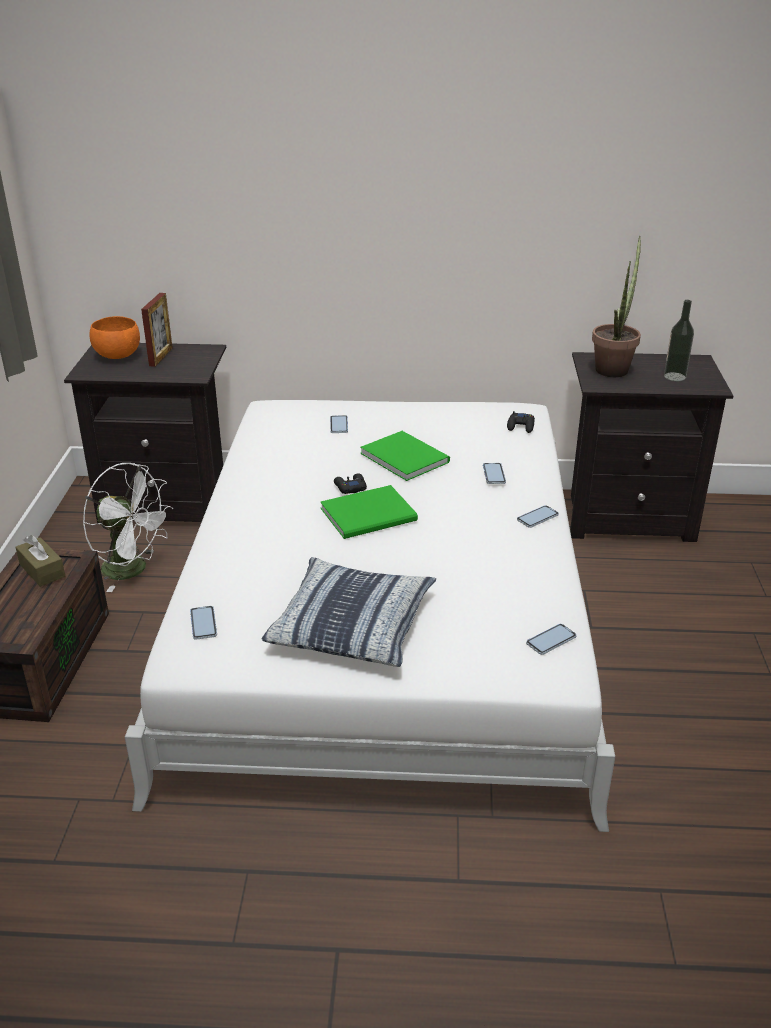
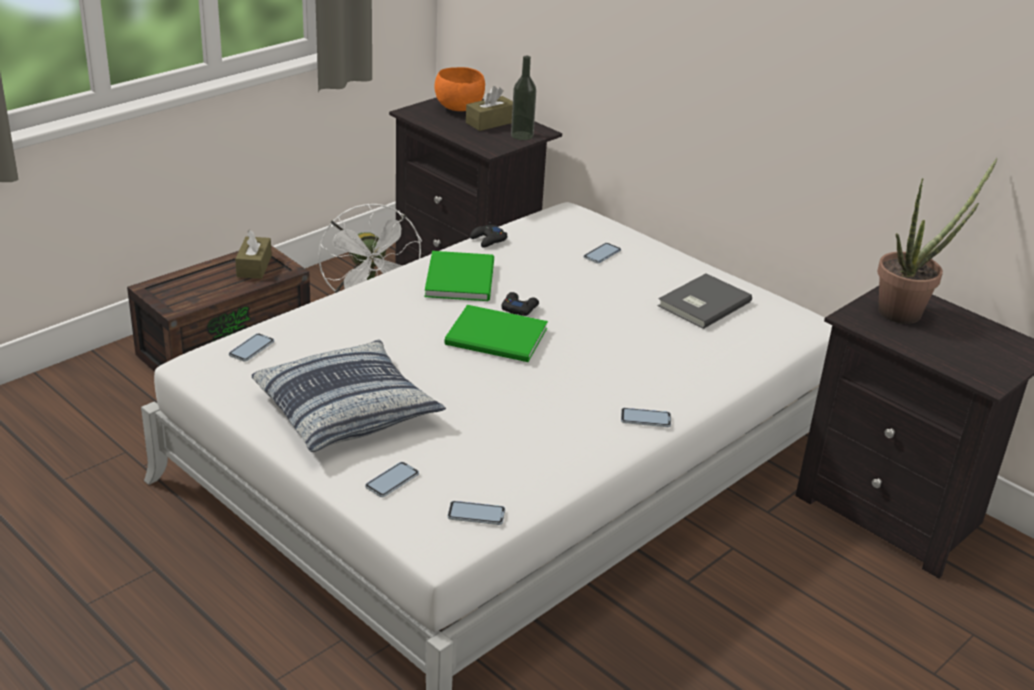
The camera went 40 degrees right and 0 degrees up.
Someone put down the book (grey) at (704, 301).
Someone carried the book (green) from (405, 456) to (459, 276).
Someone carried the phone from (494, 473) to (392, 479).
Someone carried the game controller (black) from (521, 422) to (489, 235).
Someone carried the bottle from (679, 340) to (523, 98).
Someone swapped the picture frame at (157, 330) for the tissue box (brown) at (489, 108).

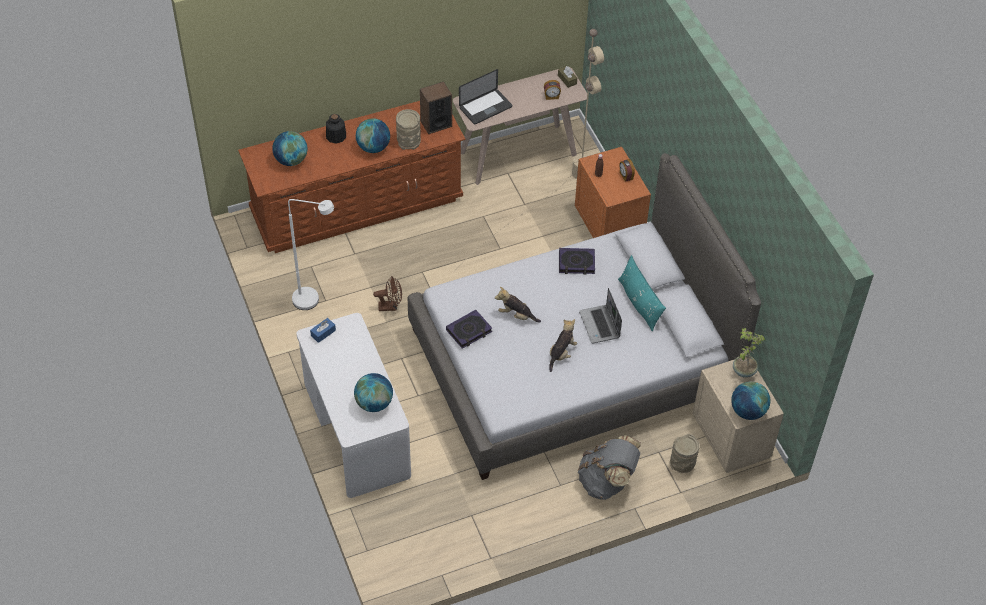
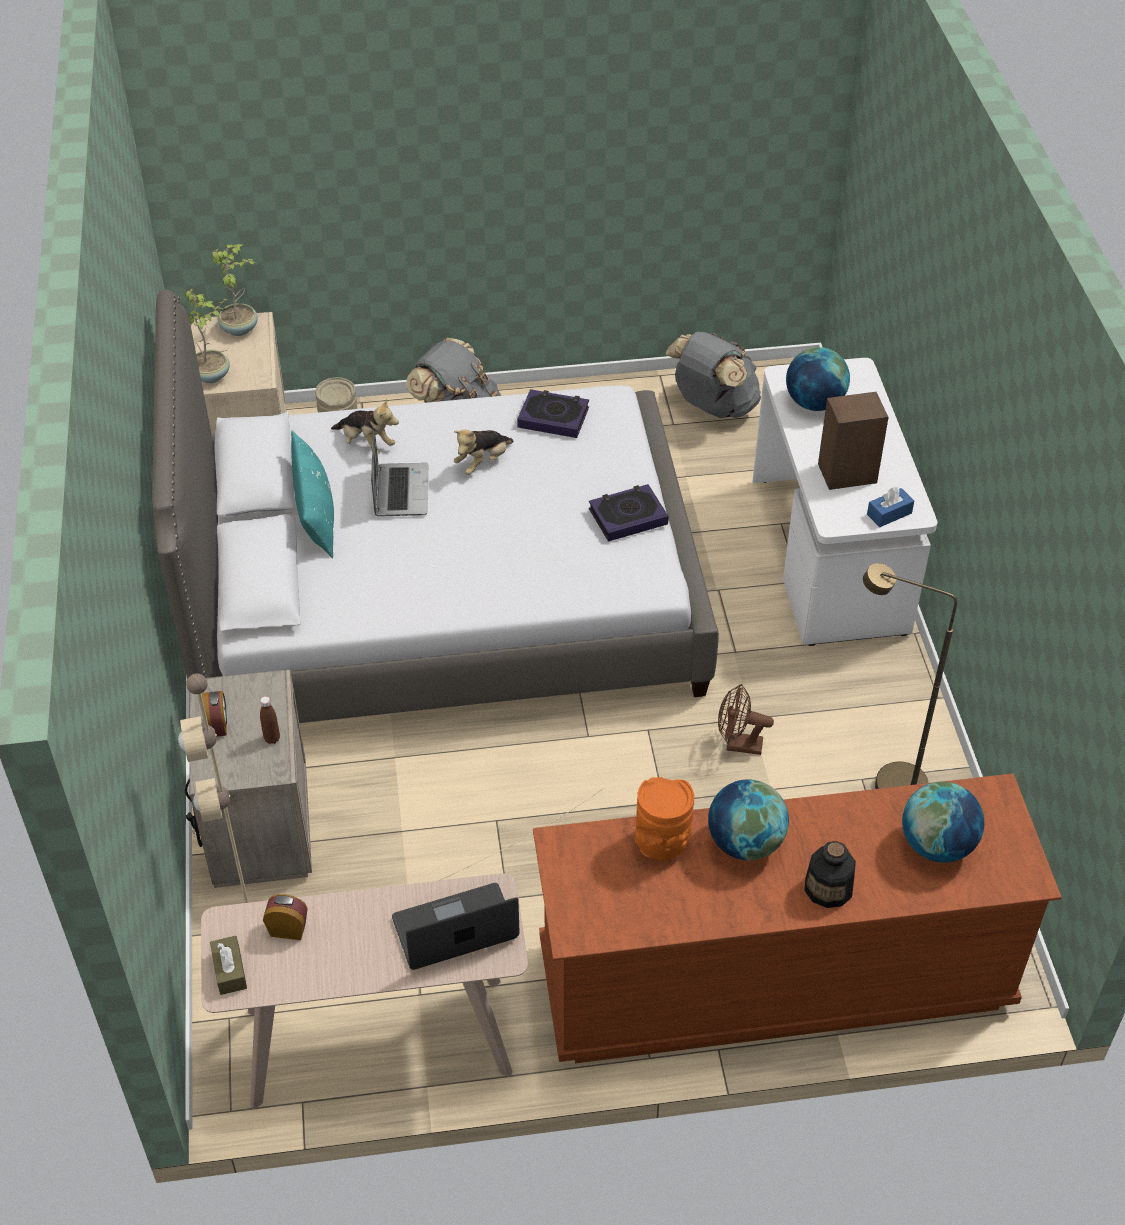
The camera went 165 degrees left and 5 degrees down.
Someone put down the backpack (grey) at (713, 375).
Someone carried the speaker from (436, 107) to (853, 441).
Someone carried the plush toy from (518, 305) to (365, 426).
Someone carried the book from (577, 261) to (553, 413).
Someone swapped the globe at (750, 400) for the potted plant at (234, 290).
Someone repainted the floor lamp (white) at (311, 254), which became the floor lamp (brown) at (910, 676).
Someone repainted the vase (beige) at (408, 129), which became the vase (orange) at (664, 819).
Someone repainted the nightstand (orange) at (613, 192), which became the nightstand (beige) at (248, 778).

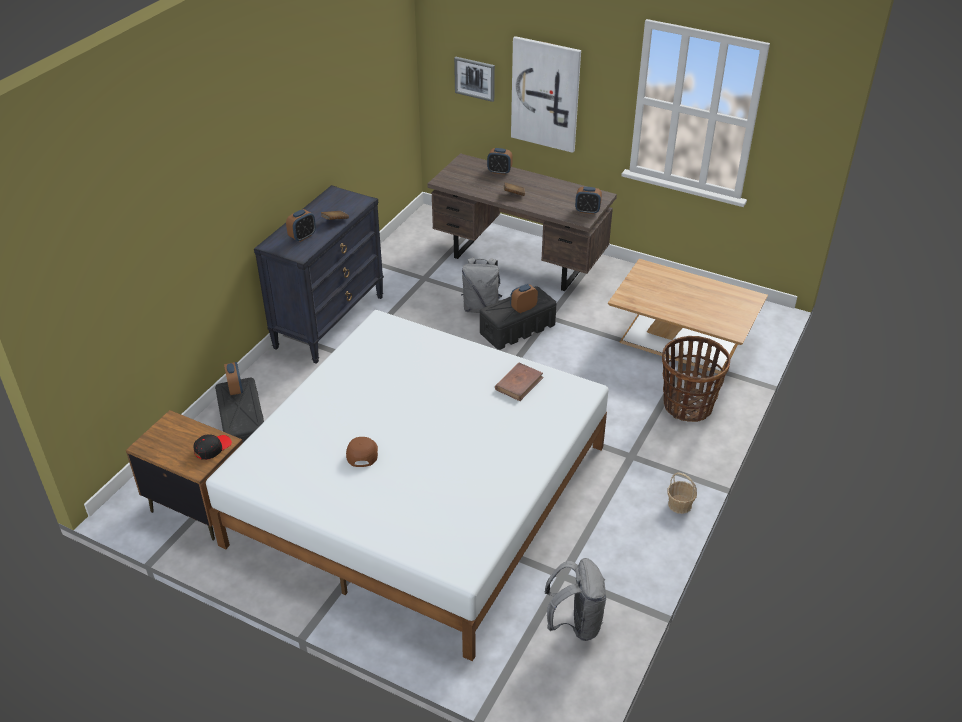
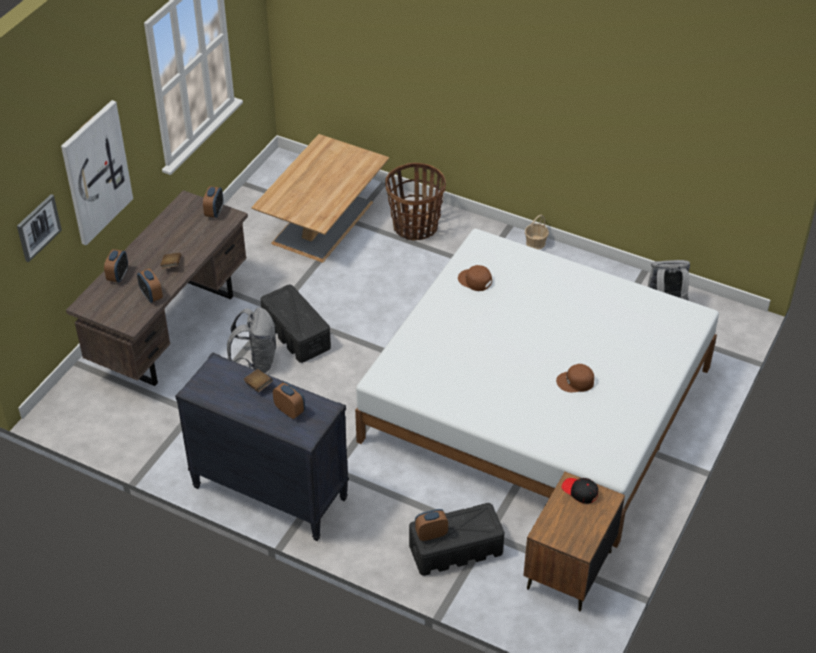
The camera went 90 degrees left and 5 degrees up.
Someone carried the alarm clock from (524, 298) to (150, 286).
Someone swapped the book (brown) at (519, 382) for the cap (brown) at (475, 278).

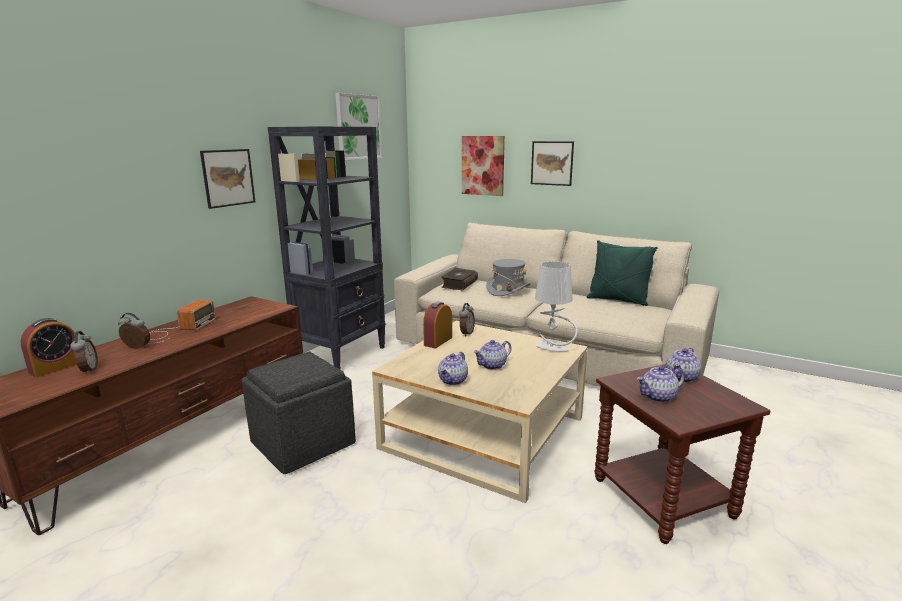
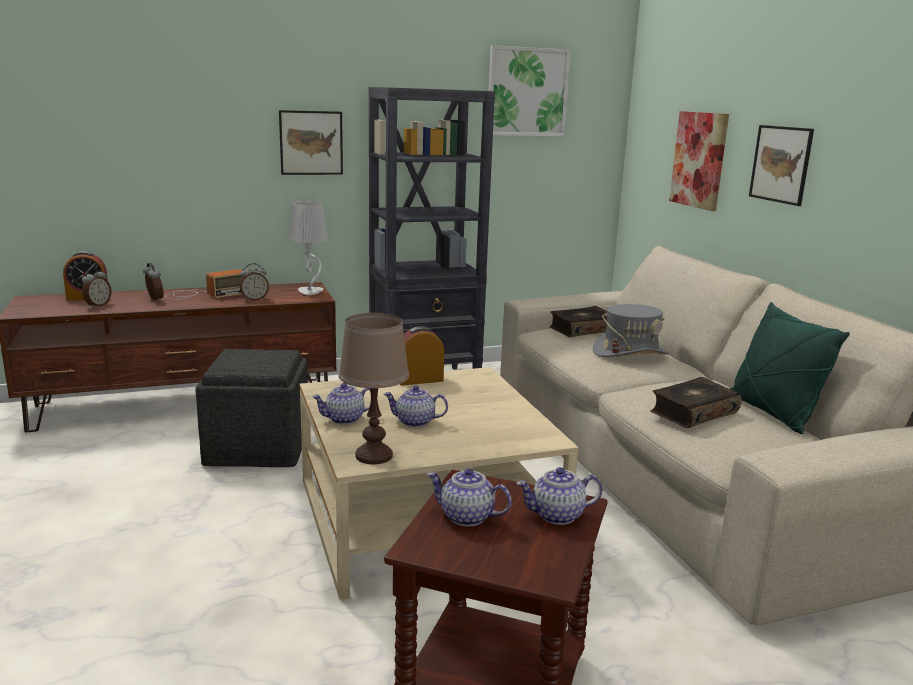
The camera went 40 degrees right and 0 degrees up.
Someone put down the table lamp (brown) at (374, 388).
Someone put down the book at (696, 402).
Someone carried the alarm clock from (467, 319) to (254, 282).
Someone carried the table lamp (grey) from (556, 306) to (308, 248).

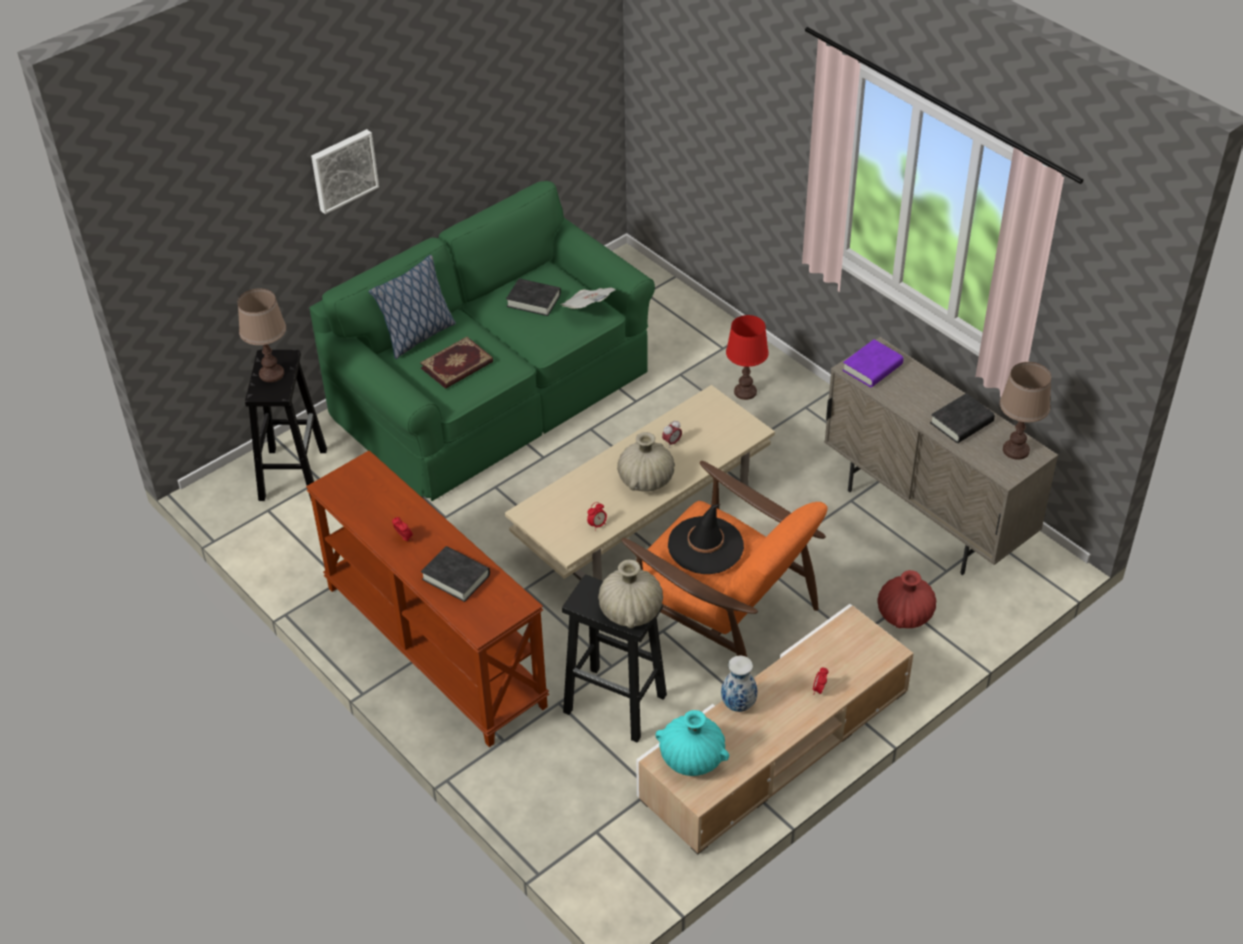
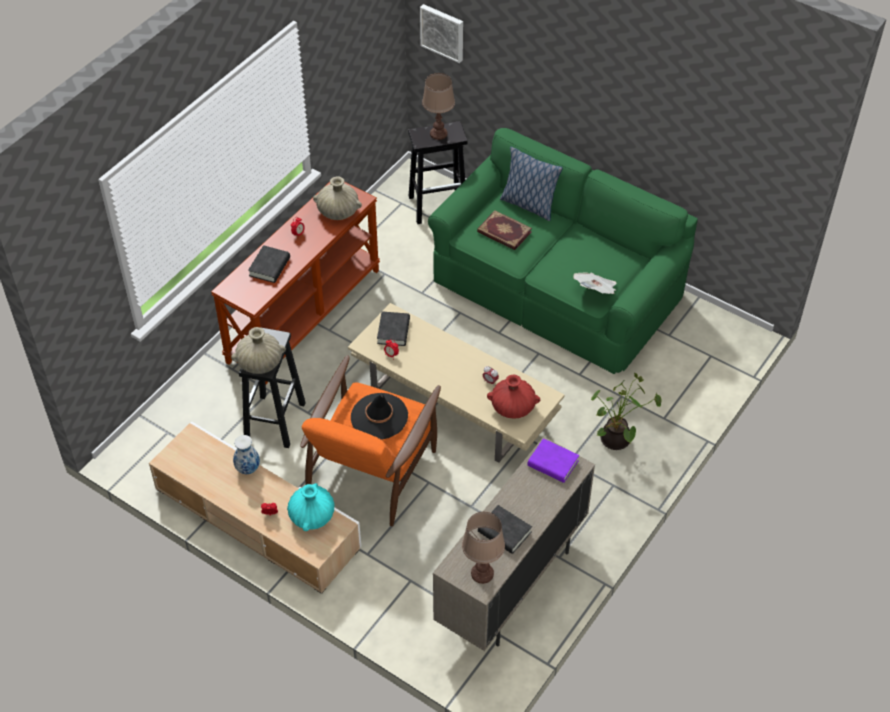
The camera went 75 degrees right and 5 degrees up.
Someone carried the picture from (345, 171) to (441, 33).
Someone carried the book (black) from (533, 297) to (393, 328).
Someone carried the vase (beige) from (646, 462) to (337, 198).
Someone carried the vase (turquoise) from (692, 743) to (311, 507).
Someone carried the vase (red) from (906, 599) to (513, 396).
Someone swapped the table lamp (red) at (747, 357) for the potted plant at (626, 411).

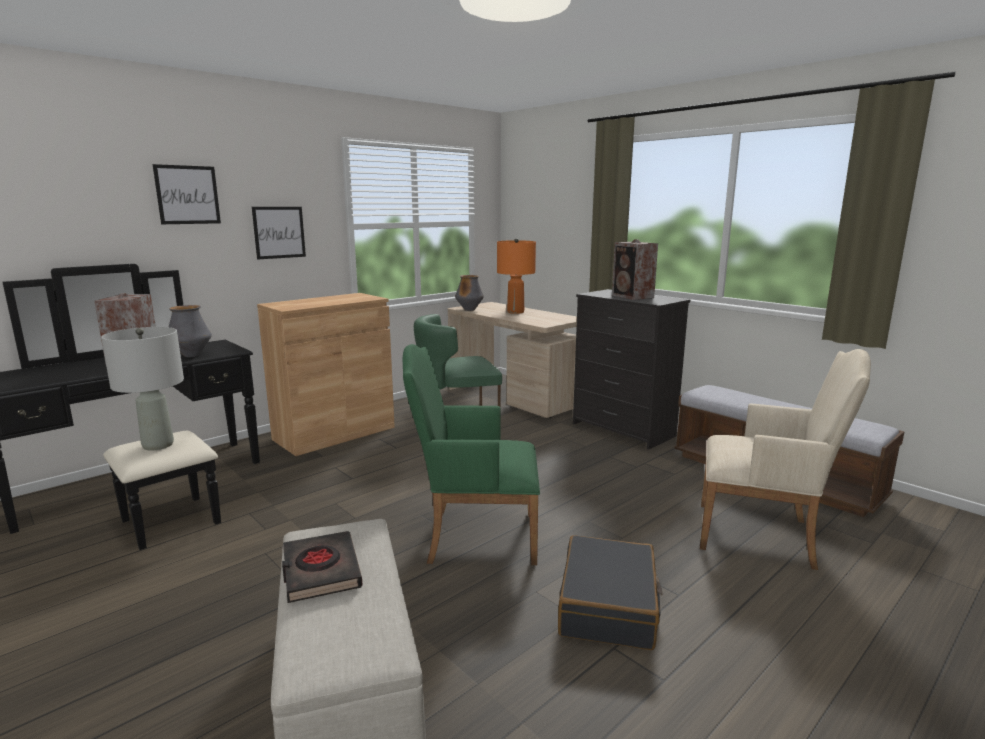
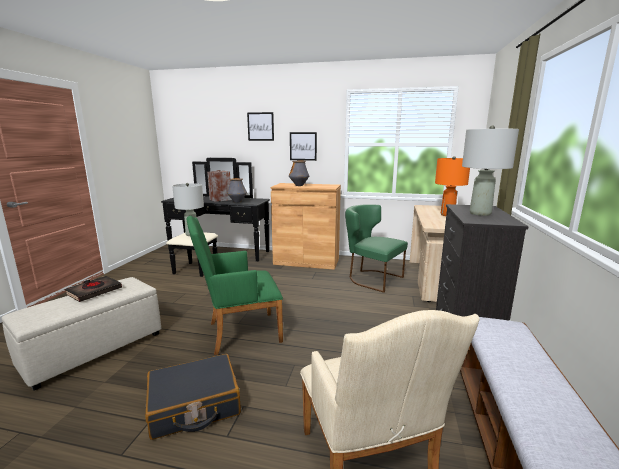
The camera went 55 degrees right and 0 degrees up.
Someone carried the vase from (469, 293) to (299, 173).
Someone swapped the speaker at (635, 269) for the table lamp (grey) at (490, 170).
Someone rotated the armchair (green) at (471, 454) by 75 degrees counterclockwise.

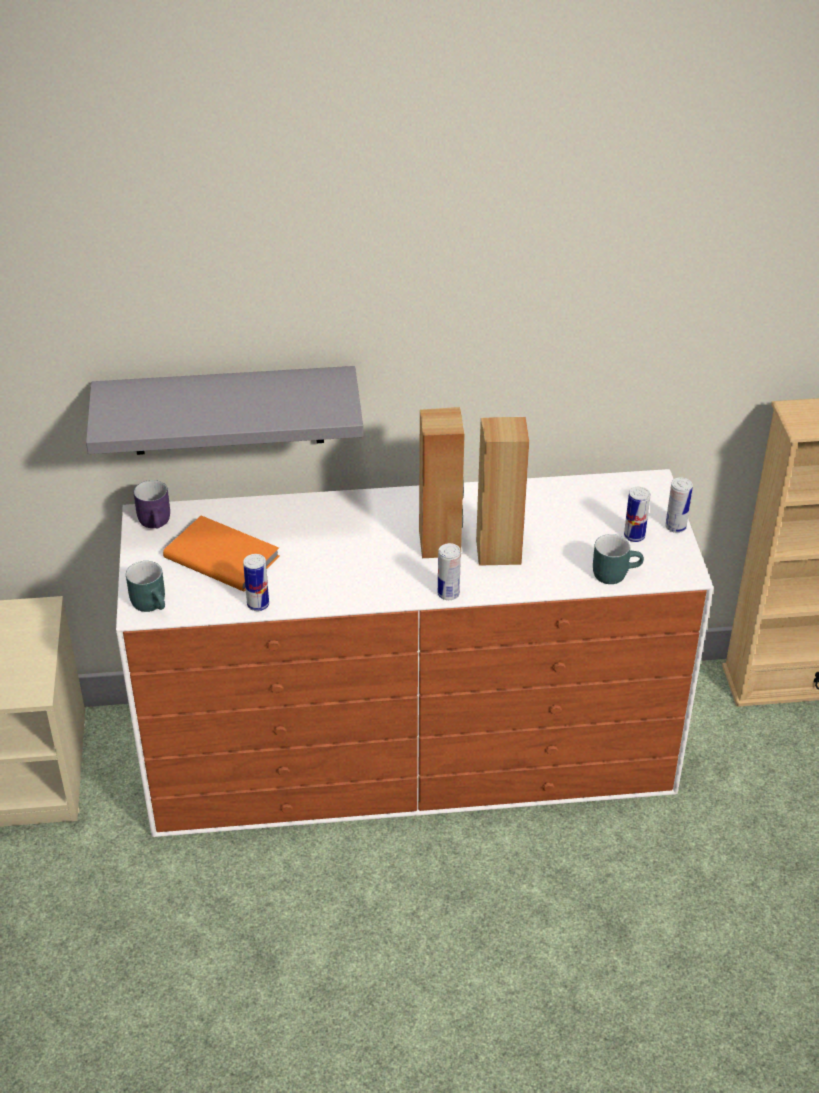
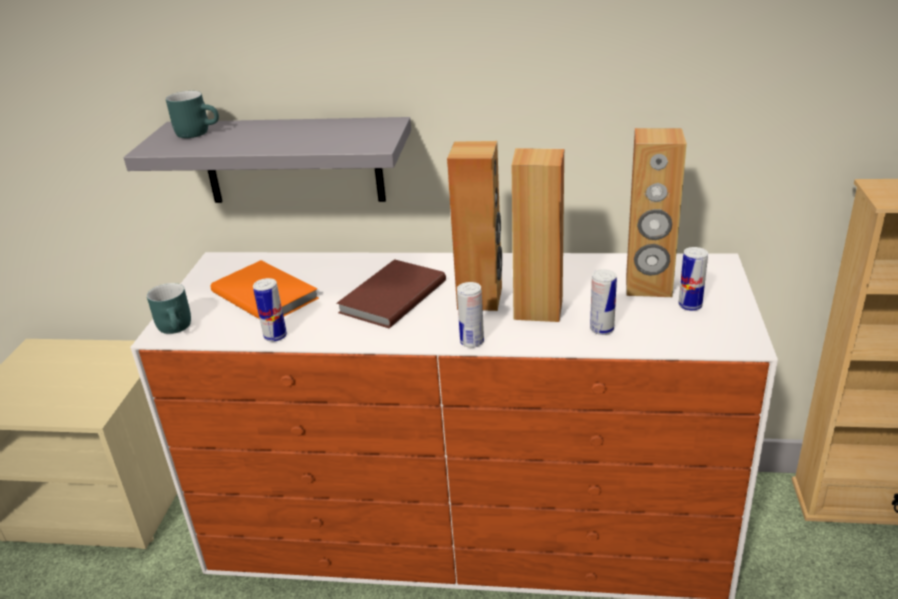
The camera went 15 degrees right and 10 degrees down.
Someone took away the mug (purple) at (152, 504).
Someone put down the book (brown) at (391, 293).
Someone put down the speaker (brown) at (656, 212).
Someone carried the mug (turquoise) from (618, 559) to (192, 114).
Someone carried the can from (679, 505) to (603, 302).

